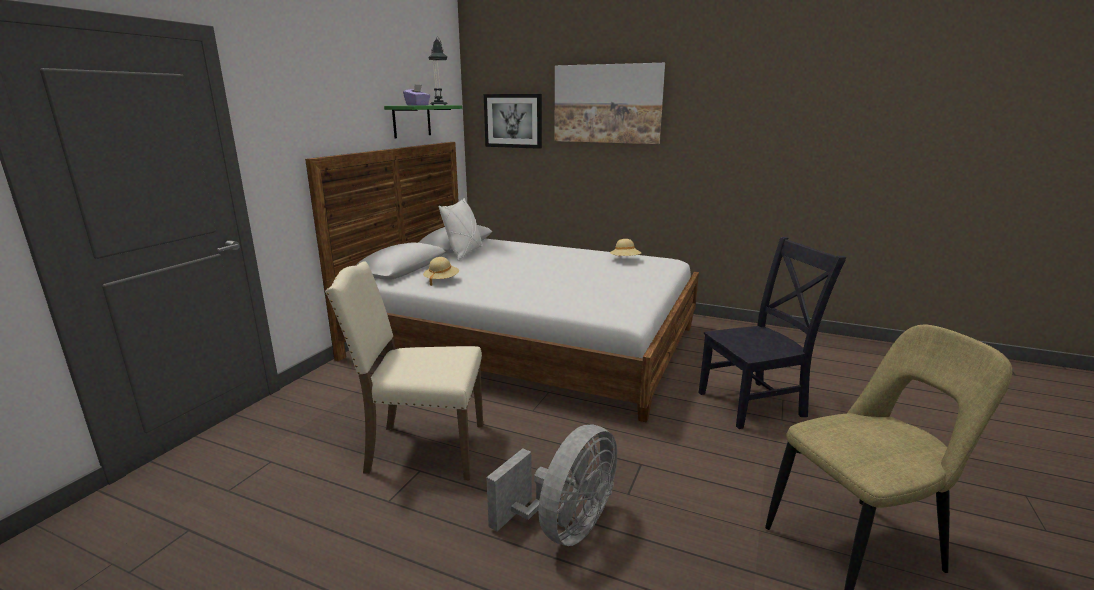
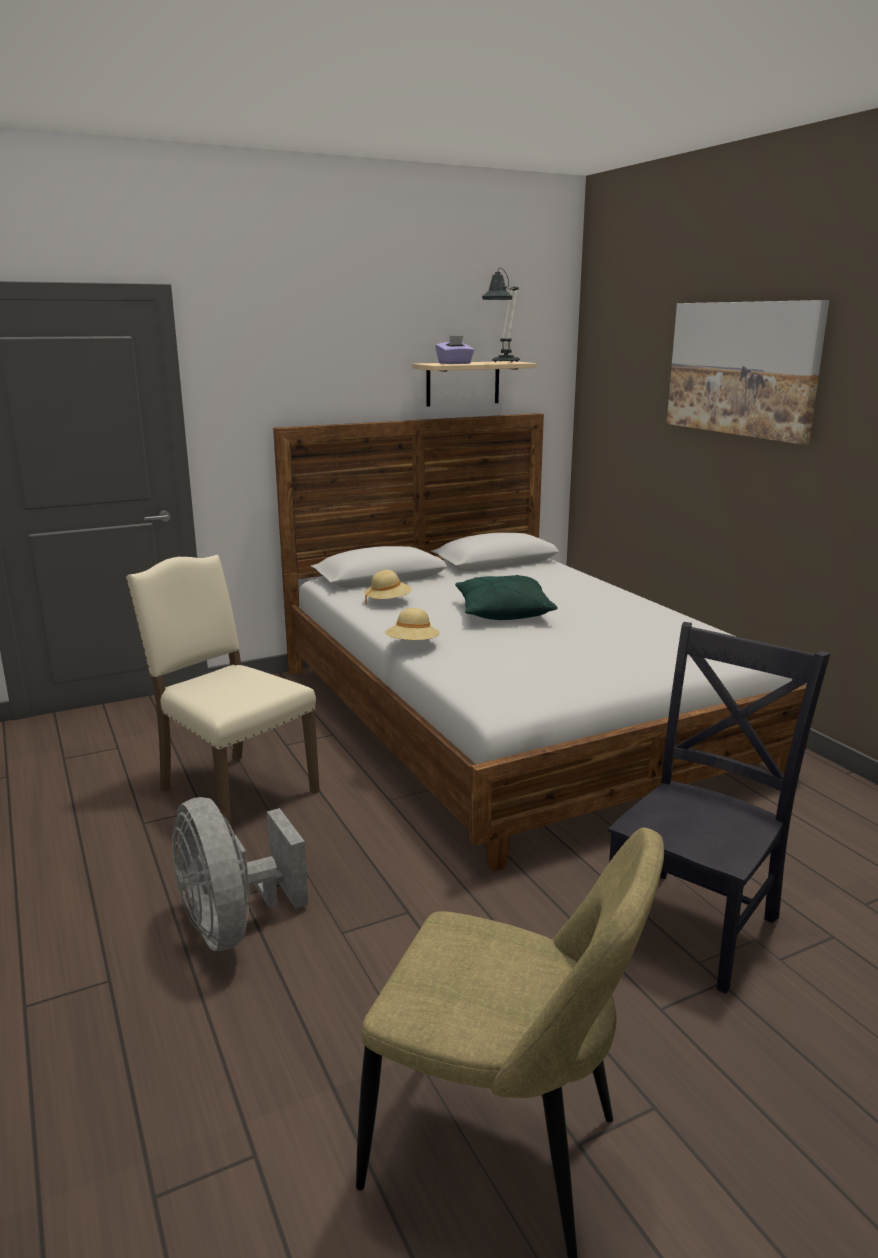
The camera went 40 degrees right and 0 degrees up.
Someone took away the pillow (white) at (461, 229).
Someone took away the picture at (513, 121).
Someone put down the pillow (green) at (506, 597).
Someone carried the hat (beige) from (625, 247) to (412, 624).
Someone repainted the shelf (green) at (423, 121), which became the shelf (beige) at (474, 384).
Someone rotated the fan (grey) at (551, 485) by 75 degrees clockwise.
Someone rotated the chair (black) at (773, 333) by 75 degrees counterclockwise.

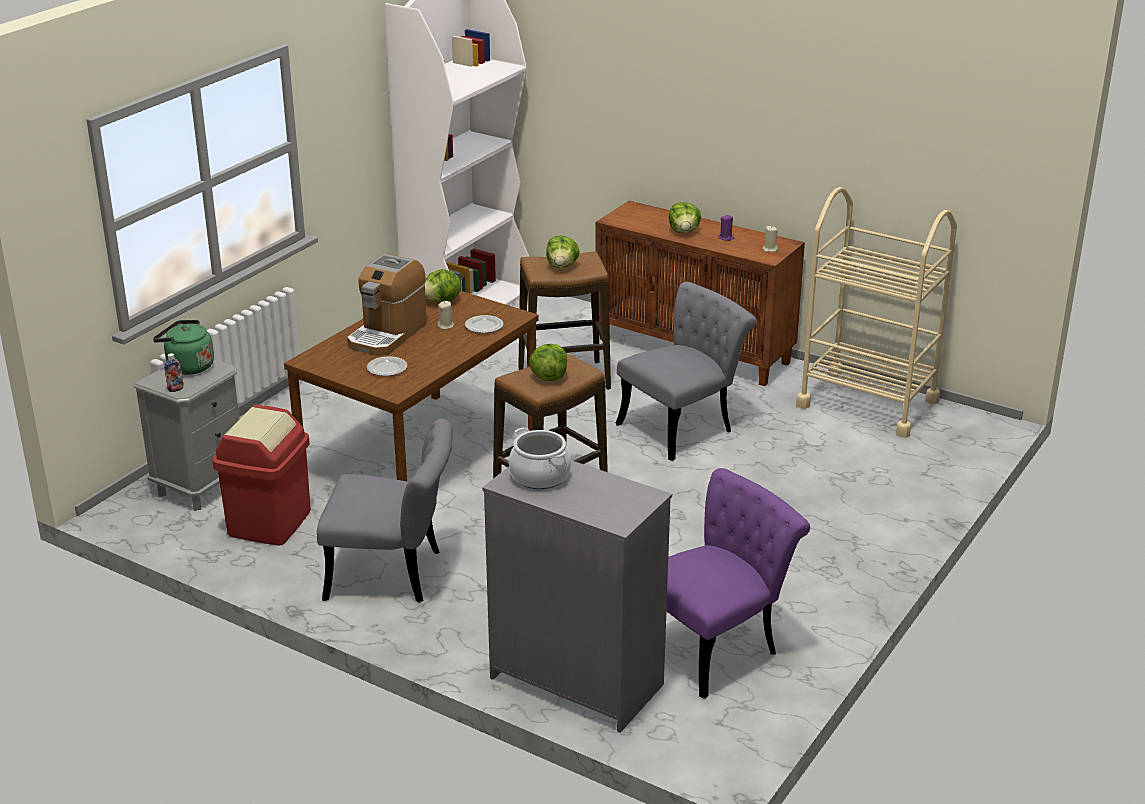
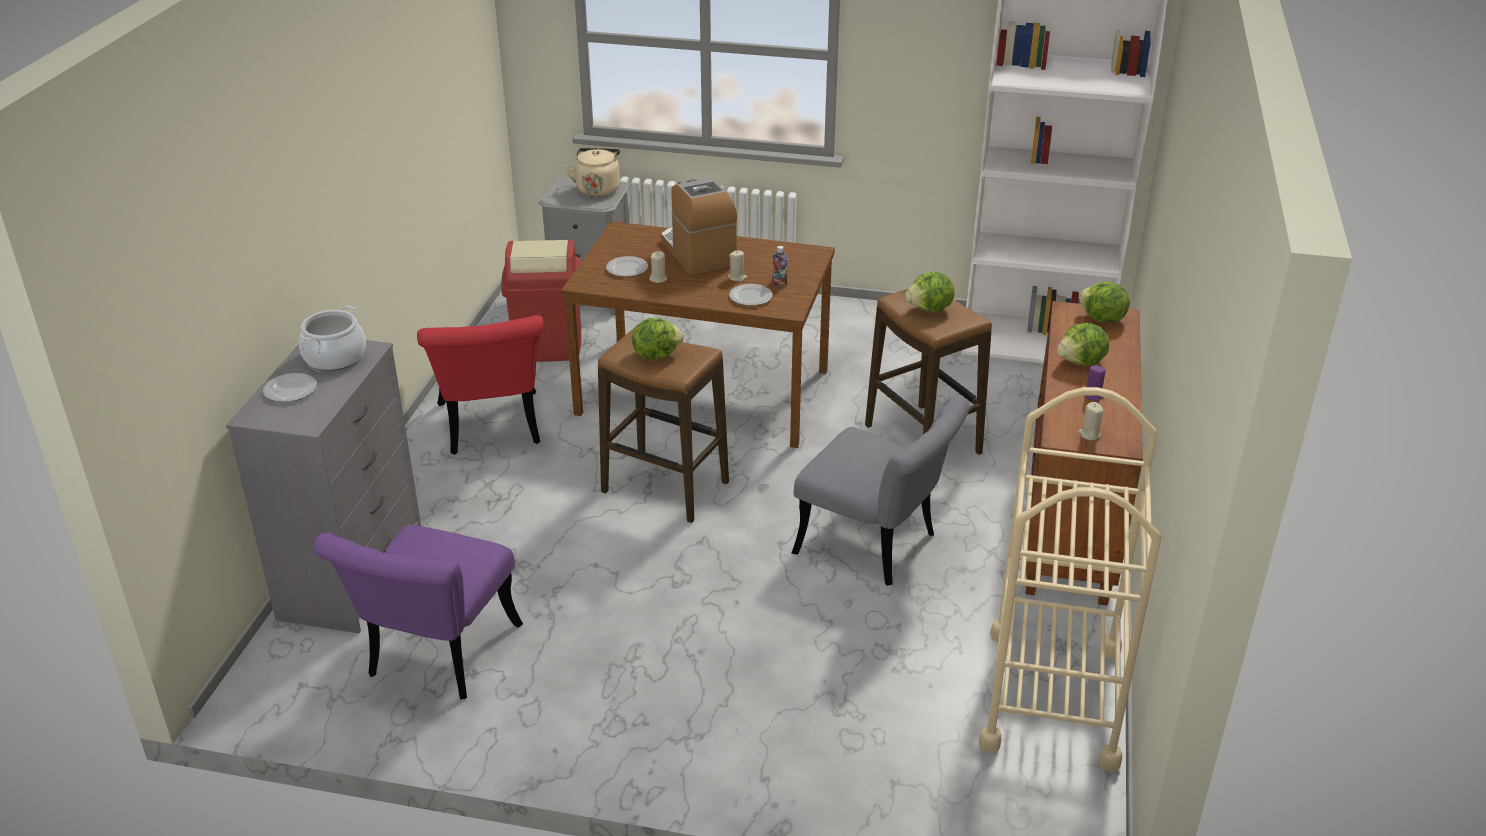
The camera went 70 degrees right and 5 degrees up.
Someone put down the plate at (290, 387).
Someone put down the candle (beige) at (658, 267).
Someone carried the bottle from (174, 372) to (780, 266).
Someone carried the lettuce from (443, 286) to (1104, 302).
Someone repainted the kettle (green) at (183, 347), which became the kettle (beige) at (592, 172).
Someone repainted the chair (grey) at (385, 511), which became the chair (red) at (480, 385).
Someone rotated the coffee machine at (387, 305) by 60 degrees clockwise.
Someone rotated the chair (purple) at (738, 583) by 75 degrees clockwise.

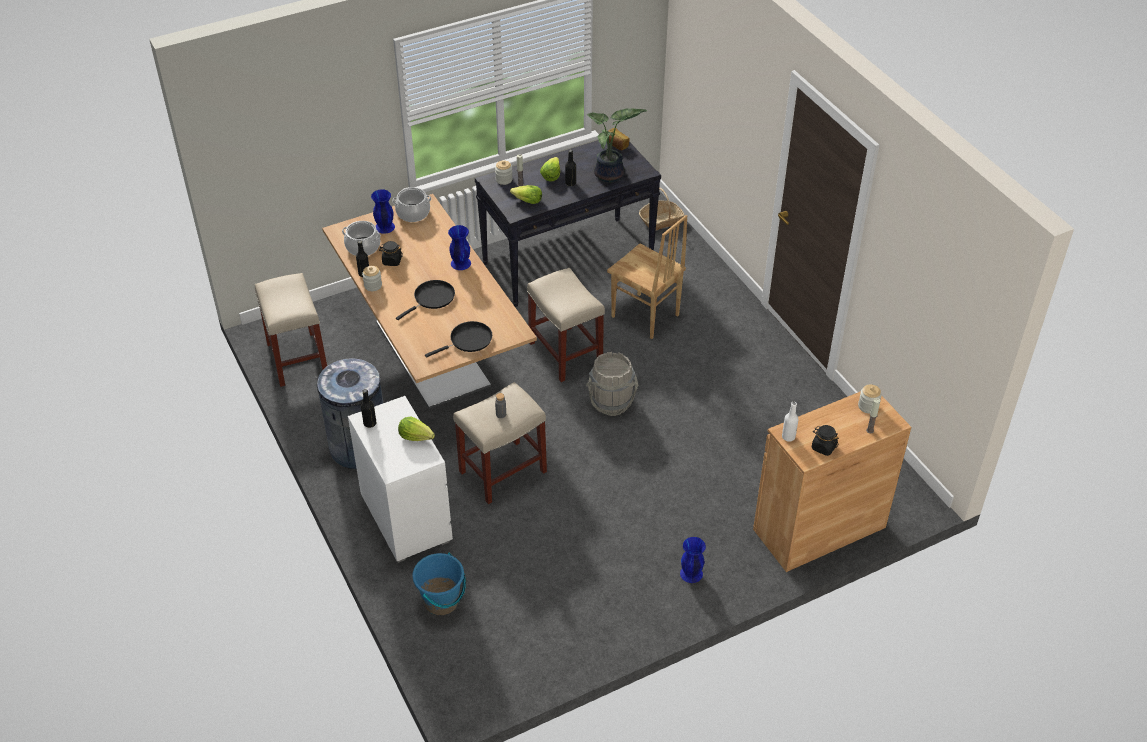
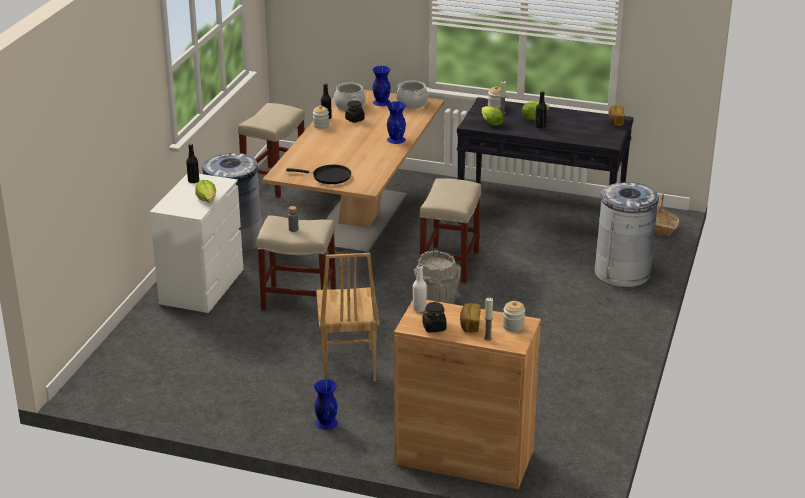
The camera went 45 degrees right and 15 degrees down.
Someone took away the frying pan (black) at (425, 300).
Someone took away the bucket (blue) at (439, 584).
Someone took away the potted plant at (617, 145).
Someone put down the bread at (470, 318).
Someone put down the trash can (grey) at (627, 235).
Someone carried the chair (brown) from (647, 277) to (348, 317).

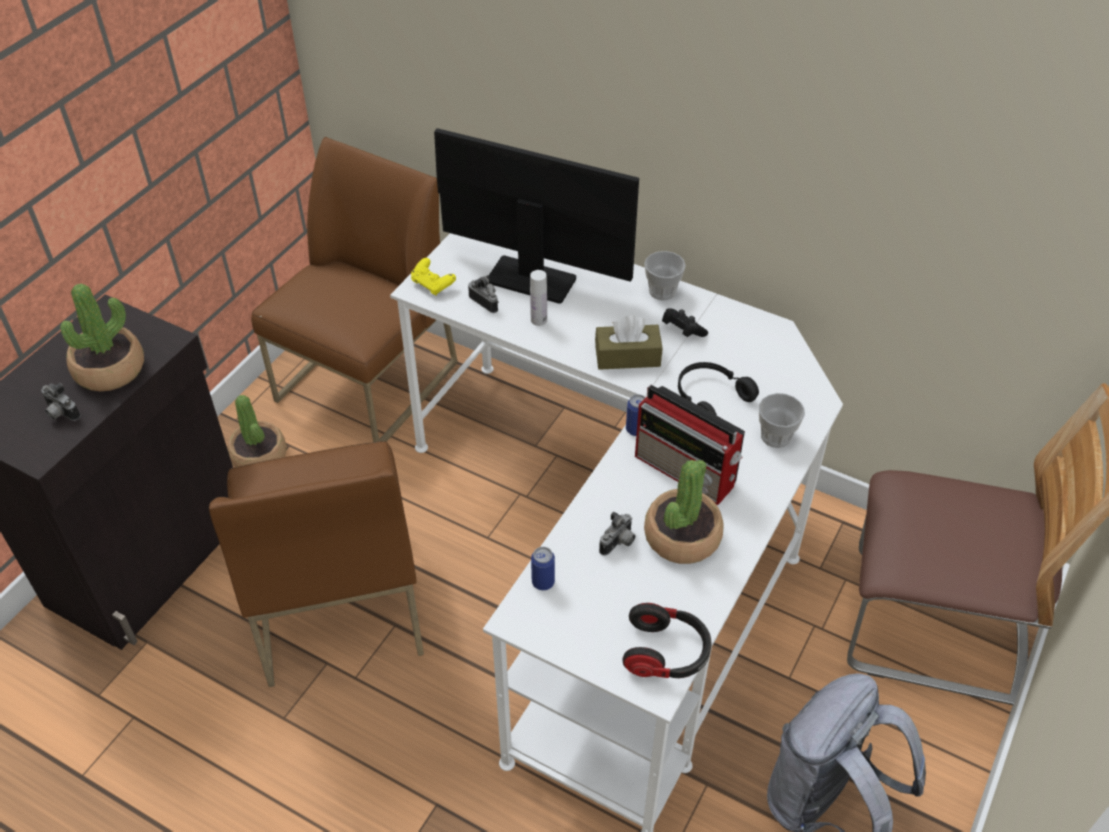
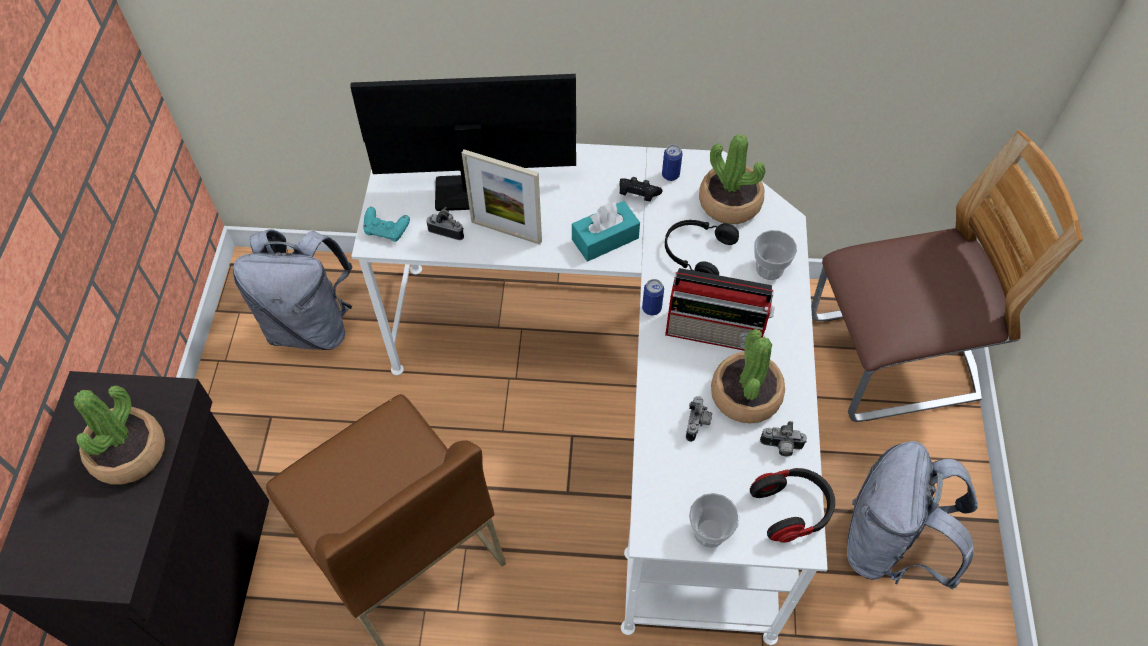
The camera went 25 degrees left and 10 degrees up.
Someone carried the photo camera from (60, 402) to (783, 438).
Someone carried the potted plant from (257, 431) to (732, 179).
Someone carried the can from (543, 568) to (672, 162).
Someone carried the cup from (665, 276) to (714, 520).
Someone swapped the chair (brown) at (354, 289) for the backpack (grey) at (293, 289).
Someone swapped the bottle (white) at (538, 298) for the picture frame at (502, 196).
Someone repainted the game controller (yellow) at (433, 276), which became the game controller (turquoise) at (386, 224).
Someone repainted the tissue box (brown) at (629, 342), which became the tissue box (turquoise) at (606, 231).

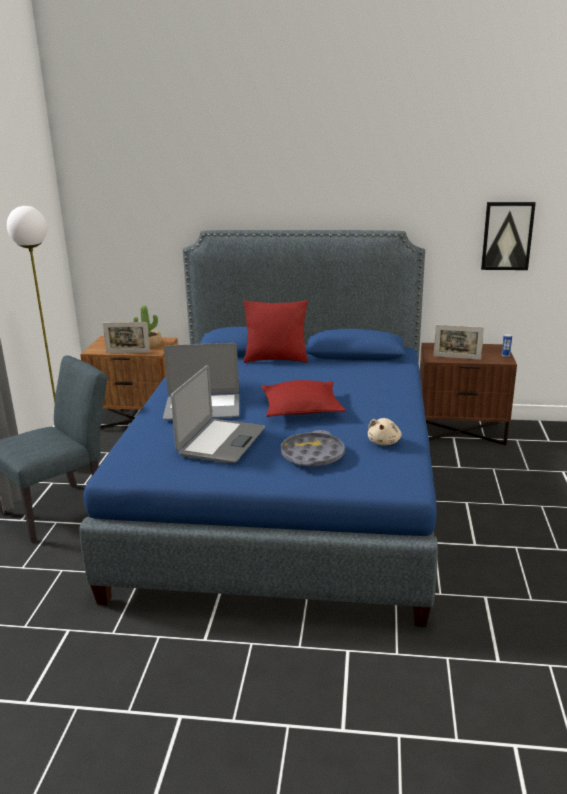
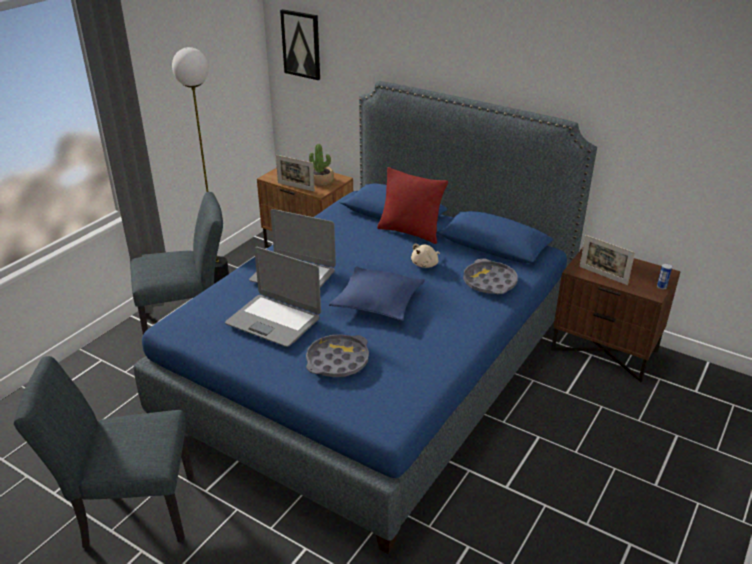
The camera went 25 degrees right and 10 degrees up.
Someone put down the chair (grey) at (104, 452).
Someone put down the tray (grey) at (490, 276).
Someone carried the plush toy (beige) from (385, 431) to (425, 255).
Someone carried the picture from (508, 236) to (300, 44).
Someone repainted the pillow (red) at (303, 398), which became the pillow (blue) at (377, 293).
Someone rotated the laptop at (218, 414) by 75 degrees clockwise.

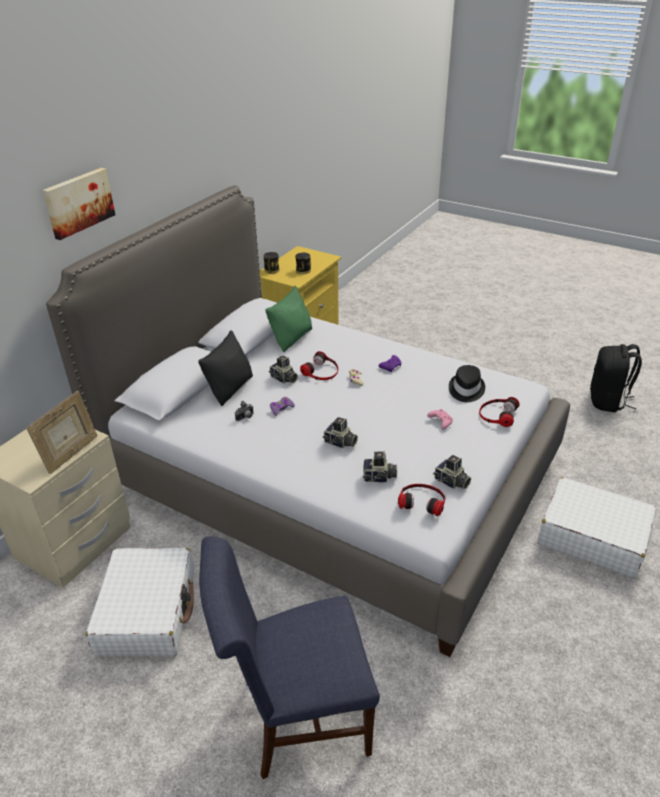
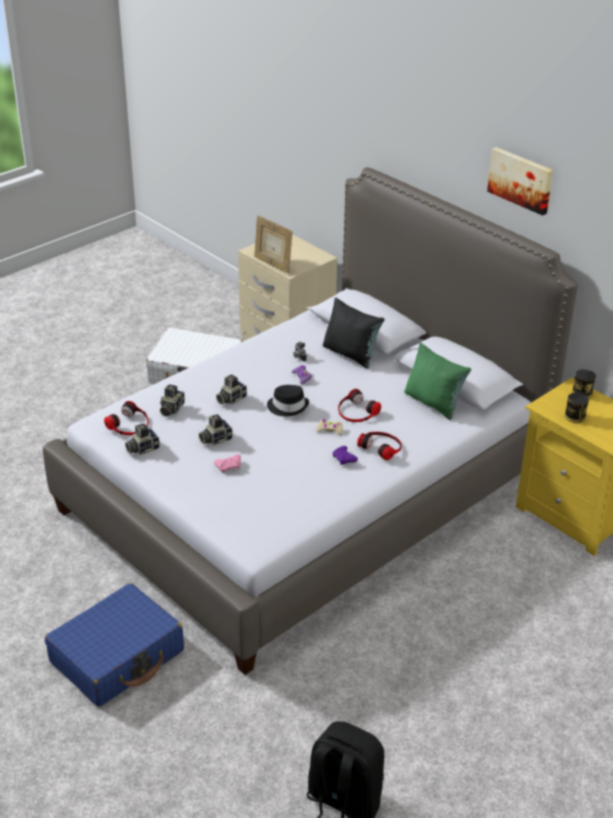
The camera went 105 degrees right and 0 degrees up.
Someone took away the chair (blue) at (289, 657).
Someone carried the picture from (79, 204) to (520, 181).
Someone carried the photo camera from (283, 369) to (216, 430).
Someone carried the hat (black) from (467, 383) to (288, 400).
Someone carried the headphones from (499, 412) to (379, 446).
Someone repainted the suitcase (white) at (596, 527), which became the suitcase (blue) at (114, 645).

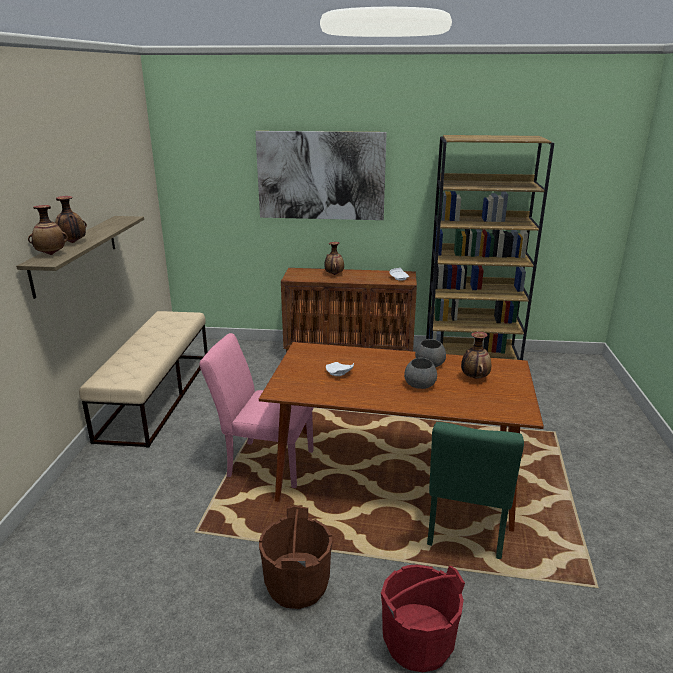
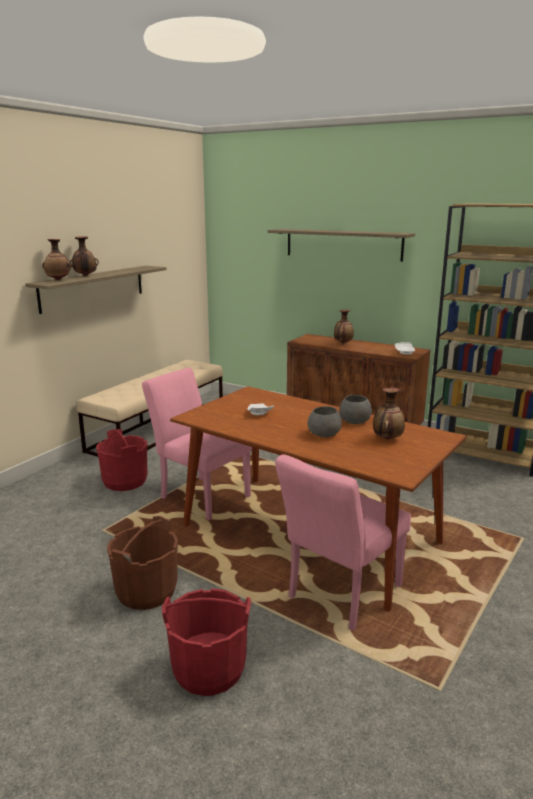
The camera went 25 degrees right and 5 degrees down.
Someone put down the bucket (red) at (122, 460).
Someone swapped the picture at (321, 175) for the shelf at (341, 245).
Someone repainted the chair (green) at (475, 490), which became the chair (pink) at (343, 542).

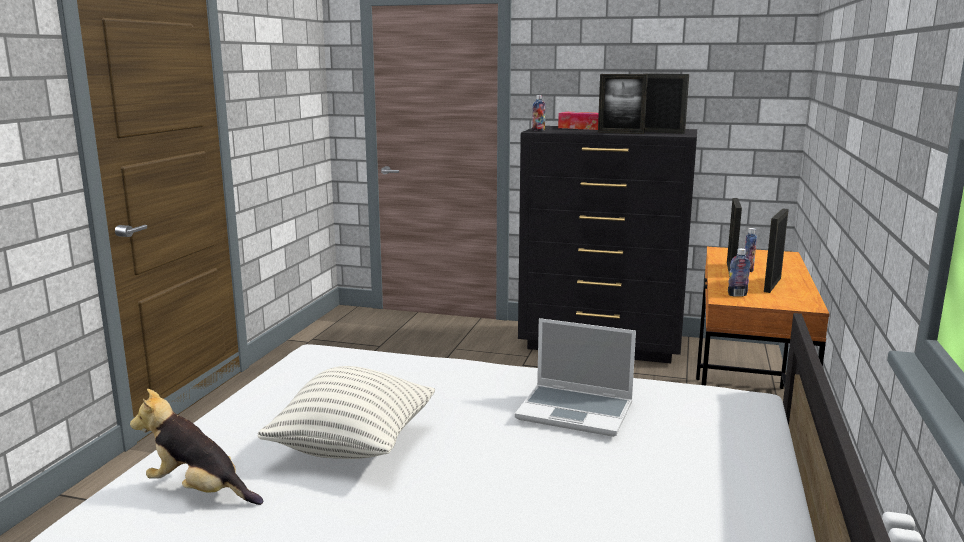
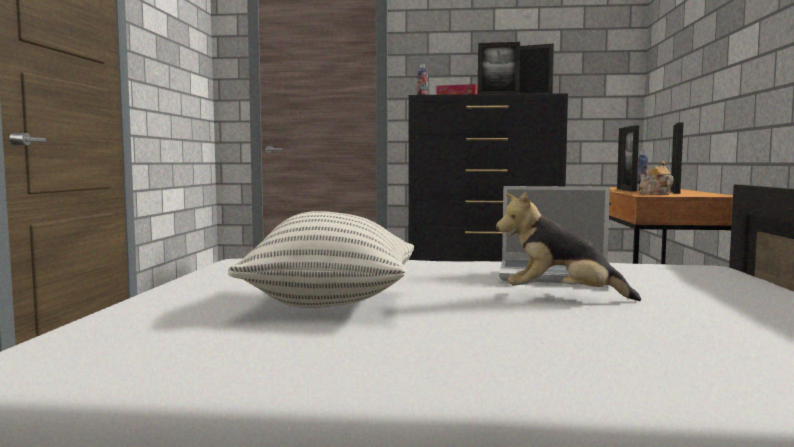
The camera went 10 degrees left and 10 degrees down.
Someone carried the plush toy from (196, 447) to (568, 246).
Someone swapped the bottle at (739, 272) for the teapot at (656, 178).

